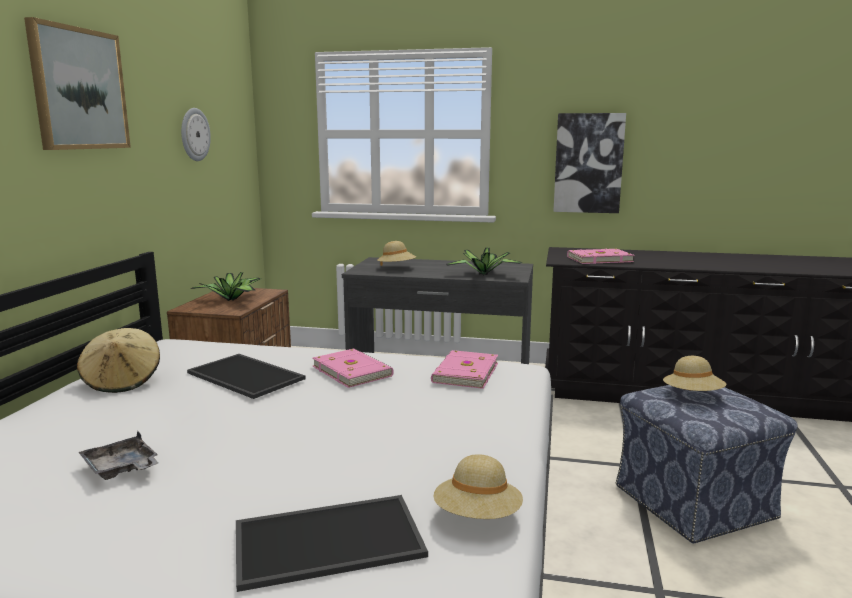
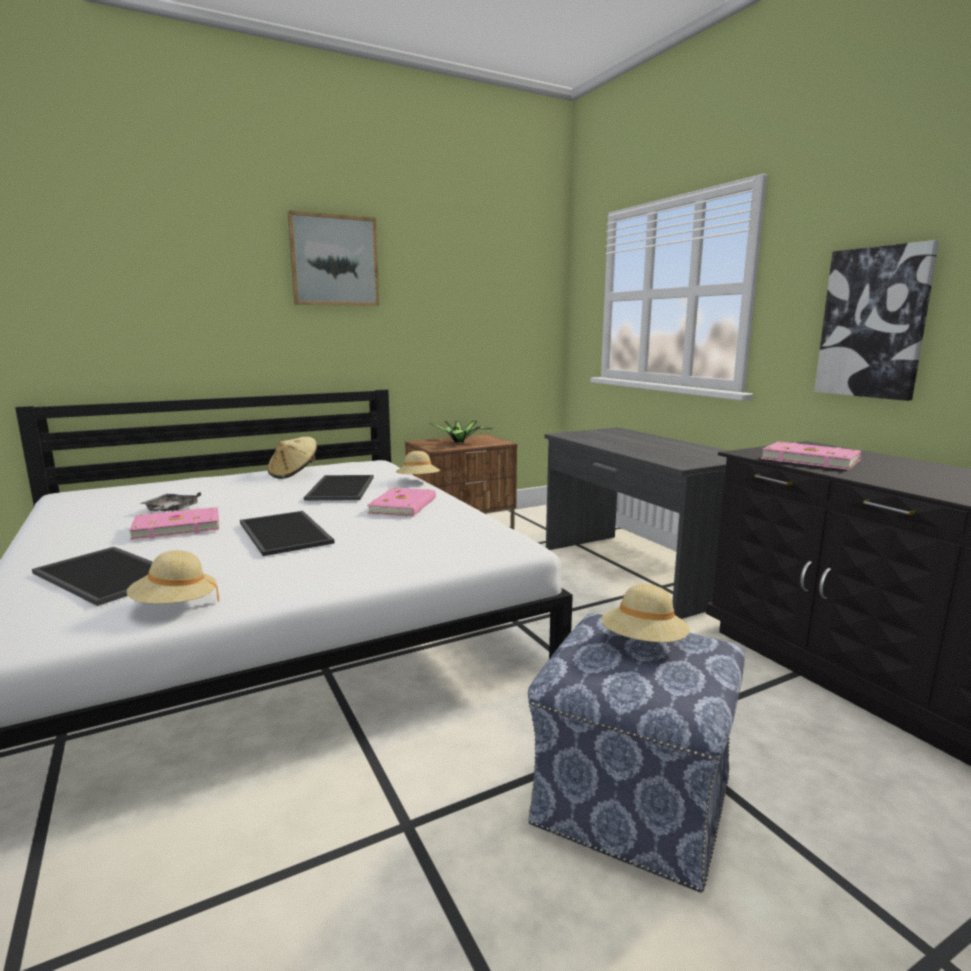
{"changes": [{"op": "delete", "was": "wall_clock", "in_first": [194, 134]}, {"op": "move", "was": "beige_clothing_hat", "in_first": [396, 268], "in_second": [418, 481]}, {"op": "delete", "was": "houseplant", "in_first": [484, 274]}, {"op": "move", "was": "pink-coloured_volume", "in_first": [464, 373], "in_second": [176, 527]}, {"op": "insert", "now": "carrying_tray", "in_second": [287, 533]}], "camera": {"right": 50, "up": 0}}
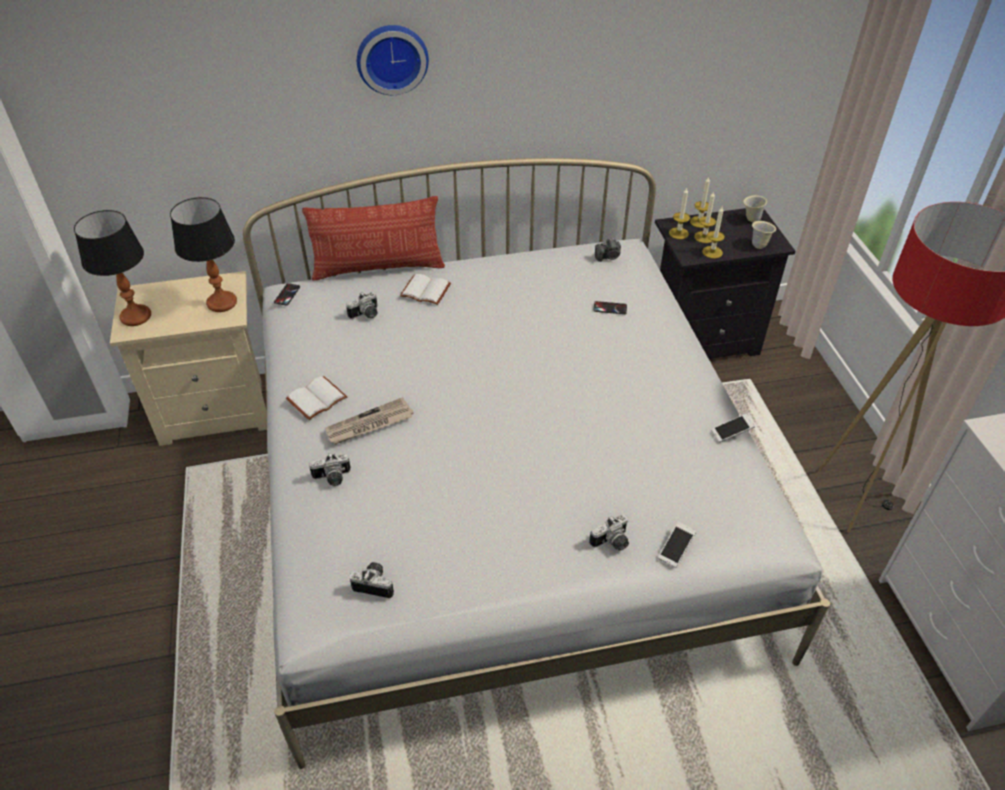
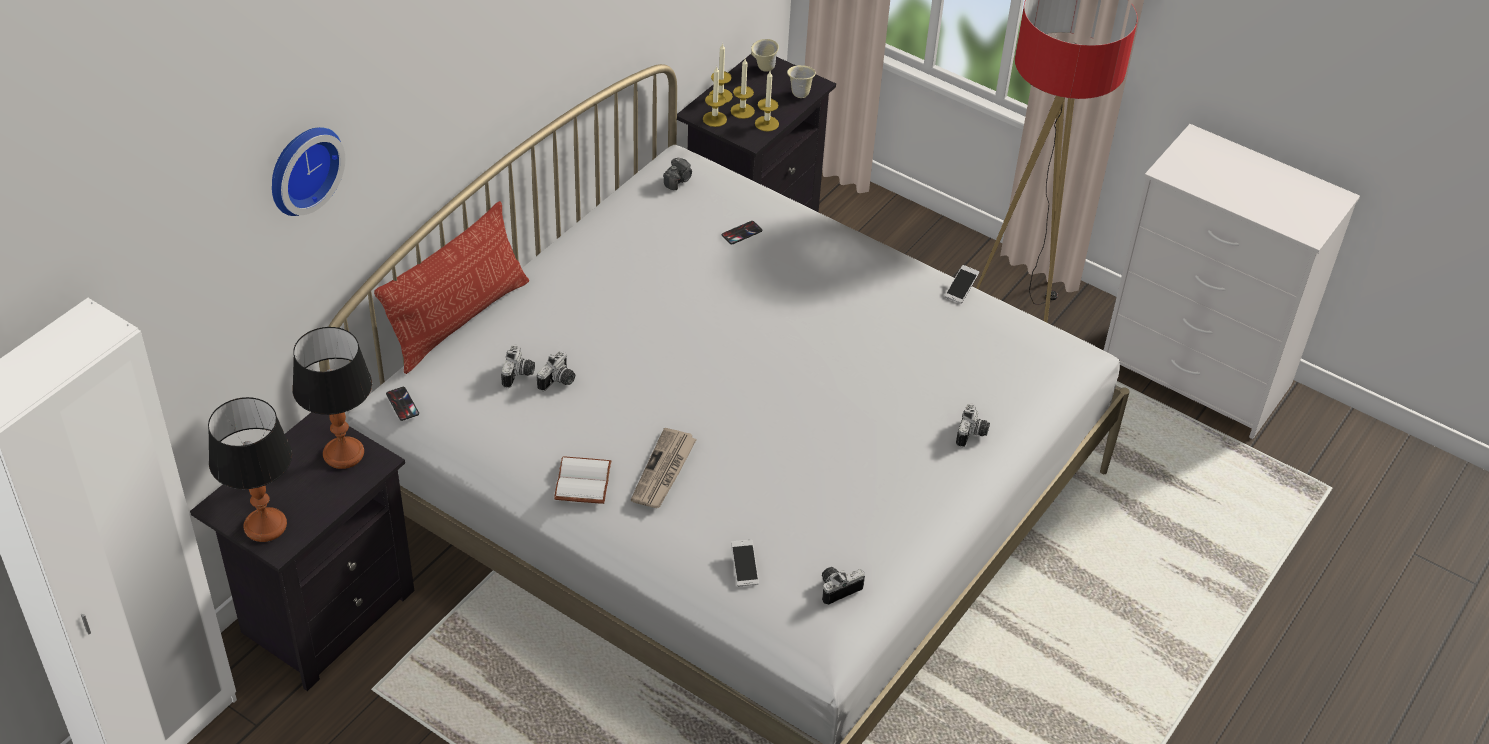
{"changes": [{"op": "move", "was": "wall_clock", "in_first": [392, 58], "in_second": [301, 168]}, {"op": "recolor", "was": "beige_bedside_table", "now": "black-coloured_bedside_table", "in_first": [217, 411], "in_second": [324, 613]}, {"op": "delete", "was": "white_volume", "in_first": [426, 290]}, {"op": "move", "was": "still_camera", "in_first": [332, 478], "in_second": [559, 381]}, {"op": "move", "was": "phone", "in_first": [676, 548], "in_second": [744, 567]}], "camera": {"right": -45, "up": 0}}
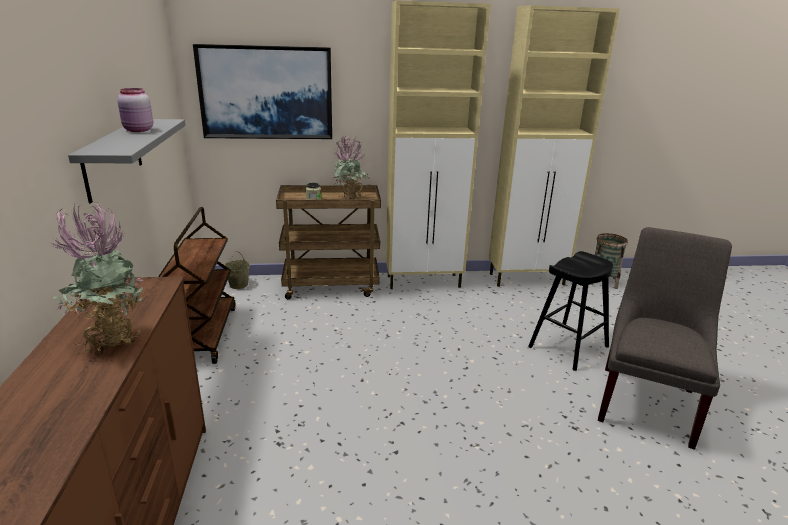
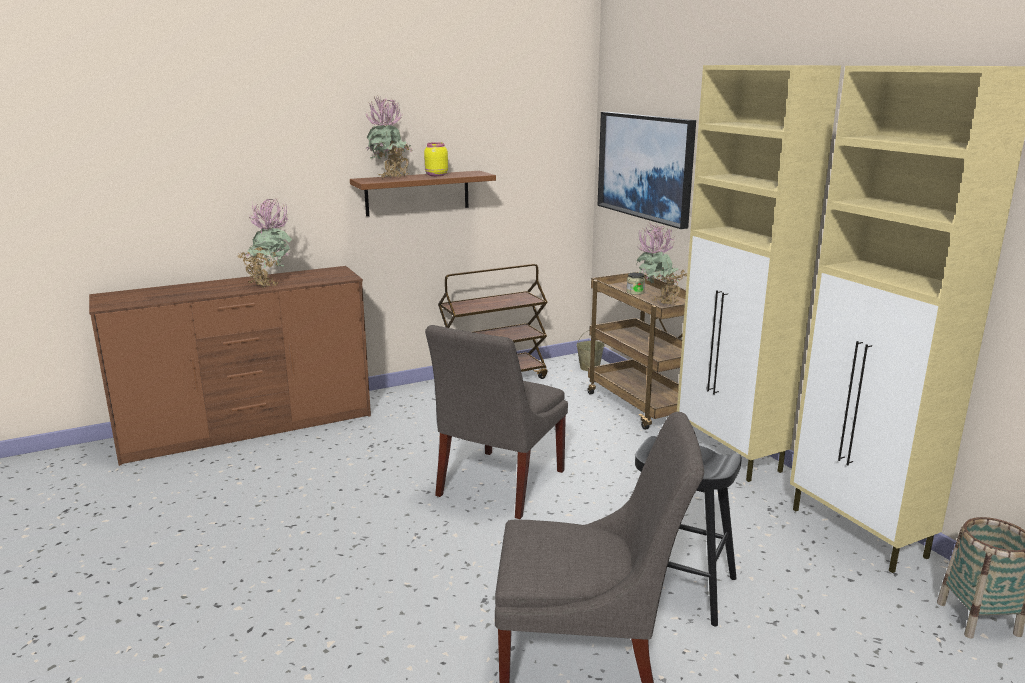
{"changes": [{"op": "recolor", "was": "pink-coloured_jar", "now": "yellow_jar", "in_first": [138, 130], "in_second": [435, 175]}, {"op": "recolor", "was": "gray_bracket_shelf", "now": "brown_bracket_shelf", "in_first": [113, 158], "in_second": [417, 193]}, {"op": "insert", "now": "houseplant", "in_second": [391, 178]}, {"op": "insert", "now": "gray_upright_chair", "in_second": [497, 485]}], "camera": {"right": 70, "up": -5}}
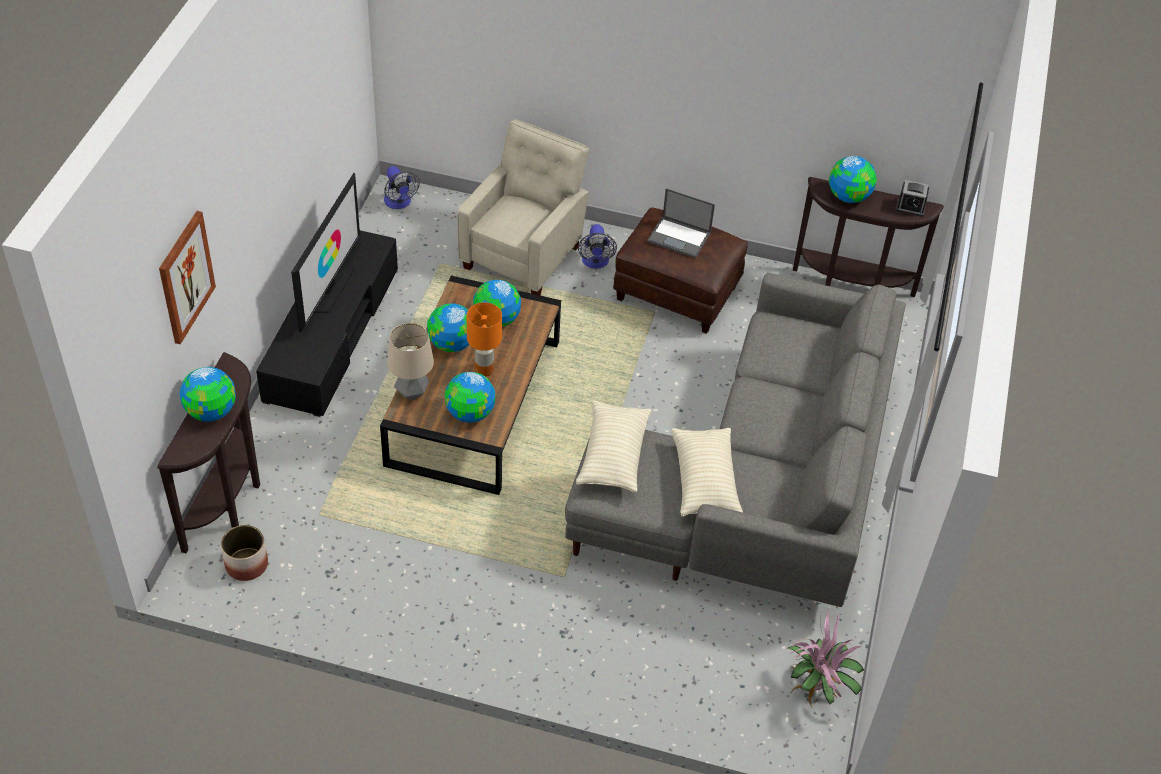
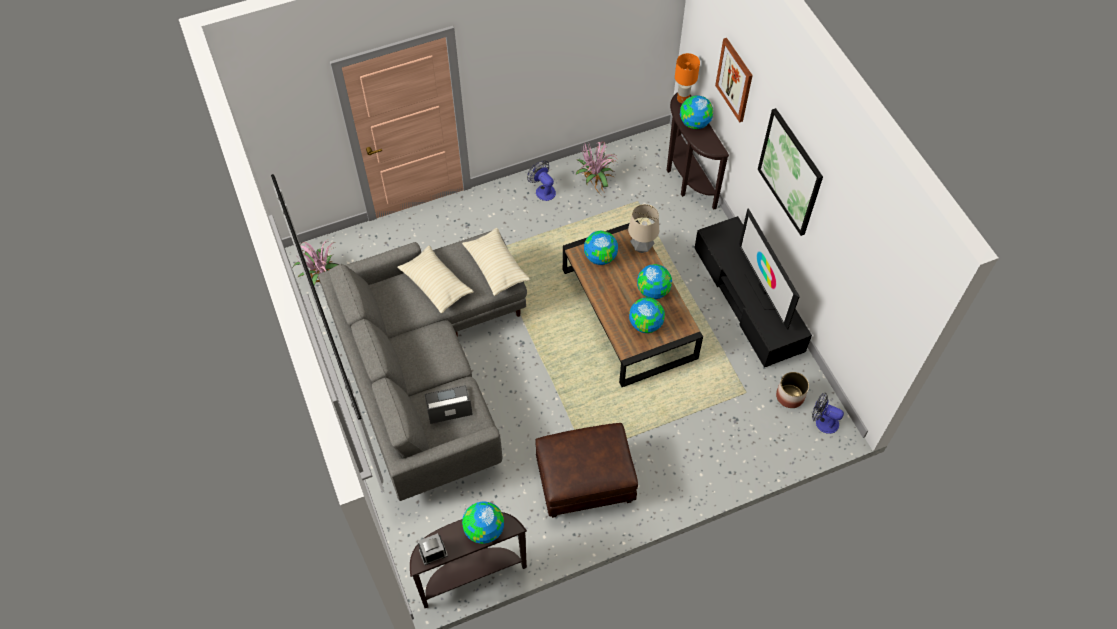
{"changes": [{"op": "delete", "was": "beige_easy_chair", "in_first": [524, 255]}, {"op": "move", "was": "notebook_computer", "in_first": [680, 237], "in_second": [447, 405]}, {"op": "move", "was": "electric_fan", "in_first": [595, 262], "in_second": [543, 190]}, {"op": "move", "was": "orangey_lamp_for_a_table", "in_first": [484, 370], "in_second": [682, 99]}, {"op": "move", "was": "flower_pot", "in_first": [247, 564], "in_second": [790, 396]}, {"op": "insert", "now": "wall_picture", "in_second": [790, 172]}, {"op": "insert", "now": "houseplant", "in_second": [595, 180]}], "camera": {"right": 145, "up": 10}}
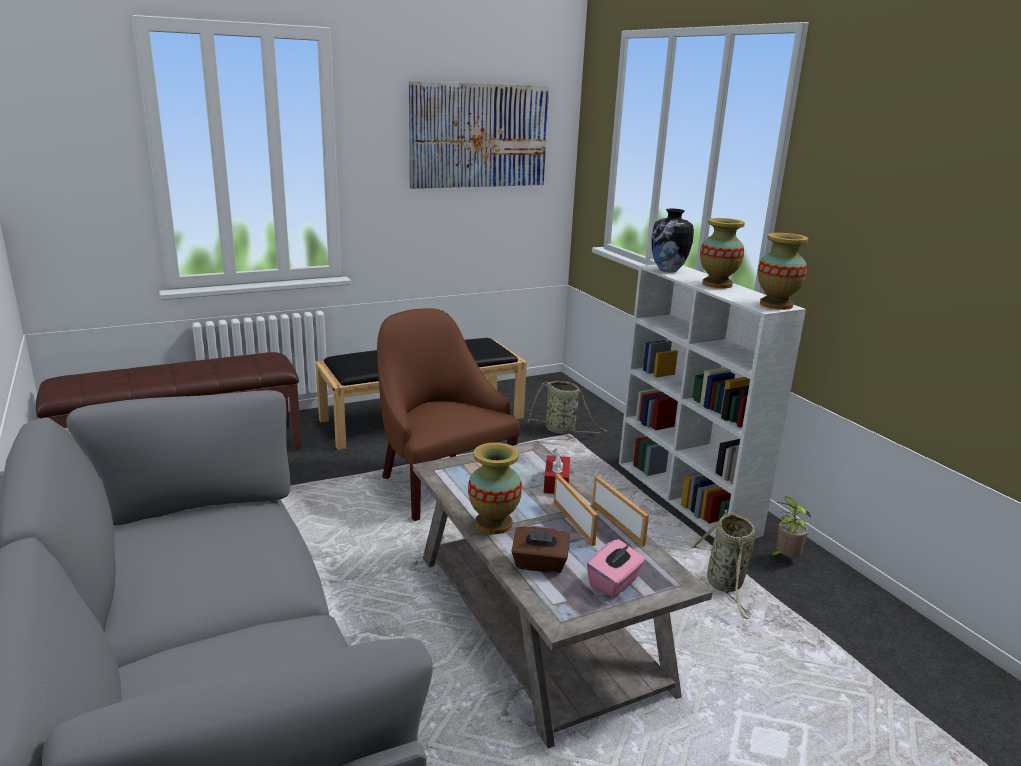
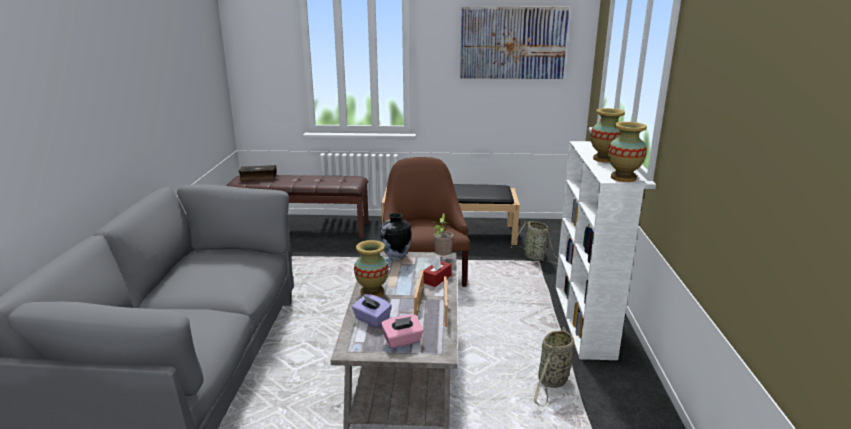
{"changes": [{"op": "move", "was": "flower_vase", "in_first": [668, 270], "in_second": [395, 257]}, {"op": "move", "was": "houseplant", "in_first": [784, 558], "in_second": [442, 258]}, {"op": "recolor", "was": "brown_tissue_box", "now": "purple-coloured_tissue_box", "in_first": [539, 564], "in_second": [371, 319]}, {"op": "insert", "now": "volume", "in_second": [258, 177]}], "camera": {"right": 30, "up": 0}}
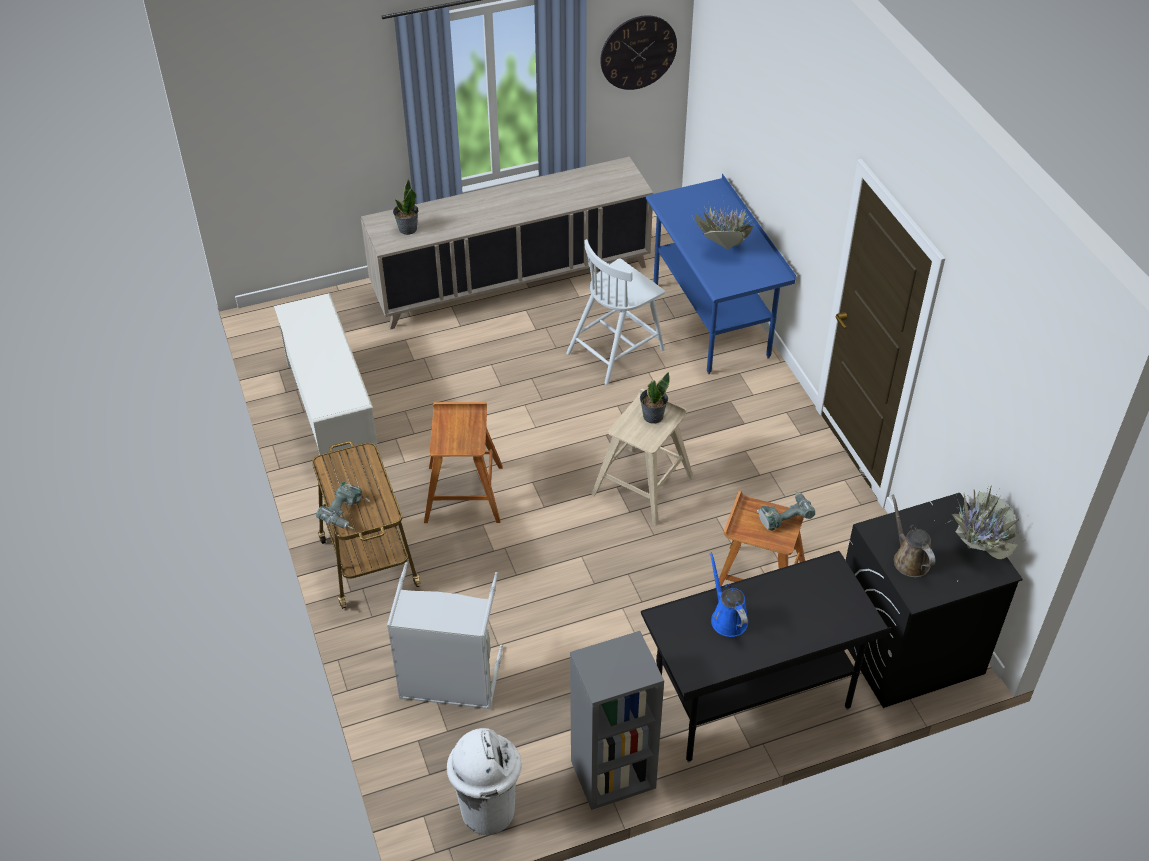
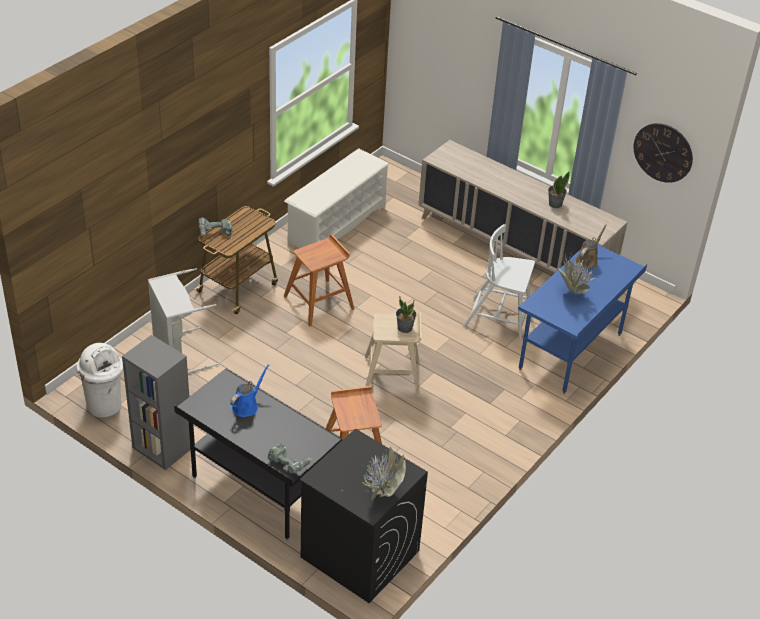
{"changes": [{"op": "move", "was": "houseplant", "in_first": [407, 229], "in_second": [555, 204]}, {"op": "move", "was": "drill", "in_first": [784, 516], "in_second": [290, 463]}, {"op": "move", "was": "brown_sprinkling_can", "in_first": [909, 559], "in_second": [587, 260]}], "camera": {"right": 55, "up": -5}}
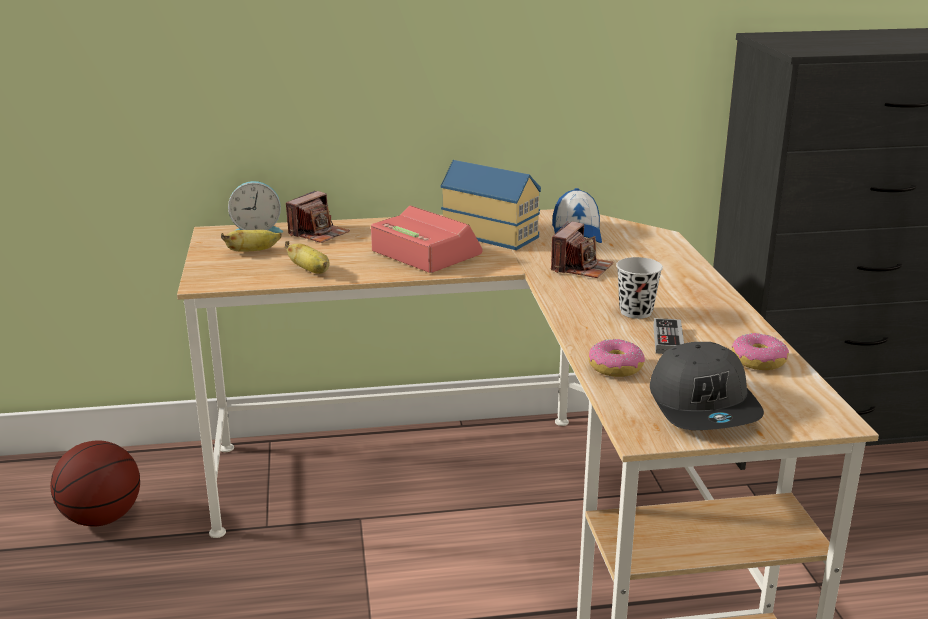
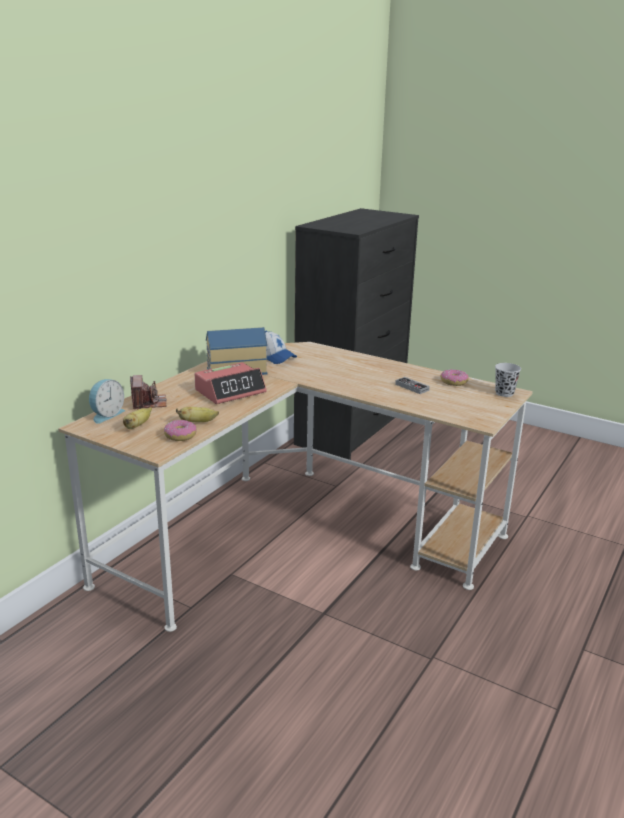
{"changes": [{"op": "rotate", "was": "bedside_clock", "in_first": [425, 253], "in_second": [230, 391], "clockwise": 150}, {"op": "delete", "was": "still_camera", "in_first": [581, 268]}, {"op": "move", "was": "black-coloured_drinking_cup", "in_first": [636, 312], "in_second": [504, 393]}, {"op": "move", "was": "ring_doughnut", "in_first": [616, 367], "in_second": [180, 436]}, {"op": "delete", "was": "gray_cap", "in_first": [704, 406]}, {"op": "delete", "was": "basketball", "in_first": [102, 518]}], "camera": {"right": -50, "up": 0}}
